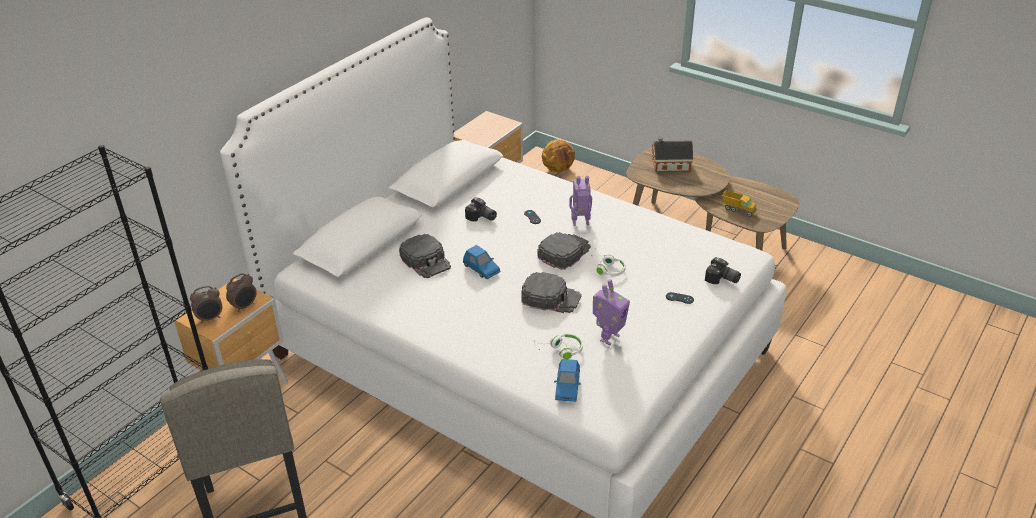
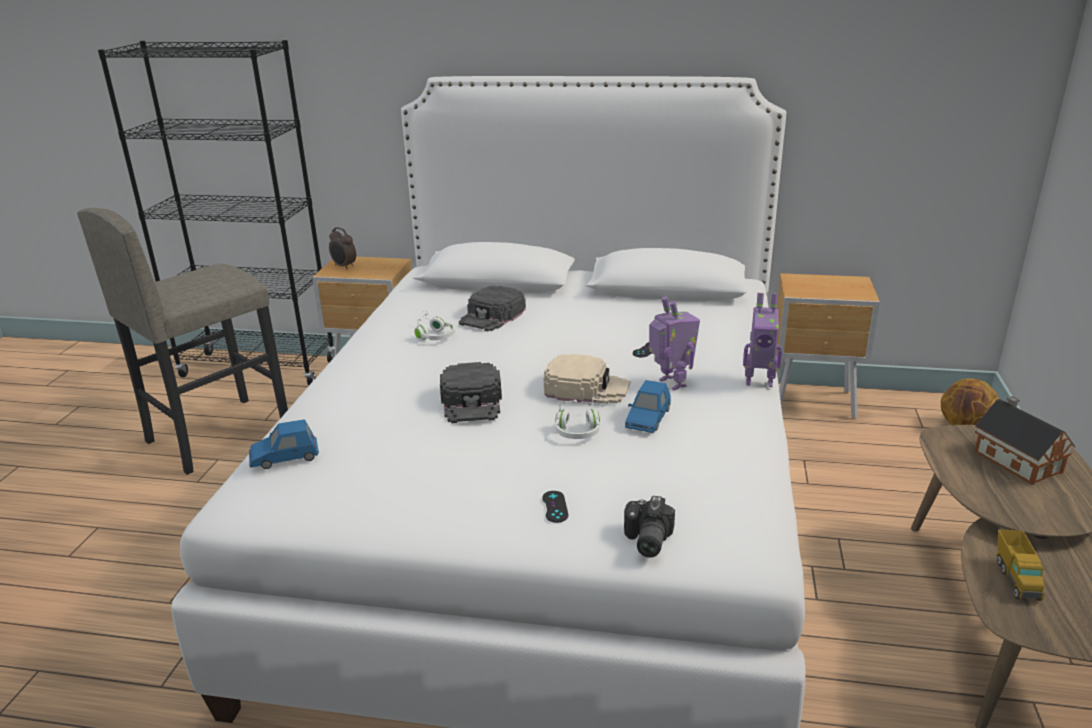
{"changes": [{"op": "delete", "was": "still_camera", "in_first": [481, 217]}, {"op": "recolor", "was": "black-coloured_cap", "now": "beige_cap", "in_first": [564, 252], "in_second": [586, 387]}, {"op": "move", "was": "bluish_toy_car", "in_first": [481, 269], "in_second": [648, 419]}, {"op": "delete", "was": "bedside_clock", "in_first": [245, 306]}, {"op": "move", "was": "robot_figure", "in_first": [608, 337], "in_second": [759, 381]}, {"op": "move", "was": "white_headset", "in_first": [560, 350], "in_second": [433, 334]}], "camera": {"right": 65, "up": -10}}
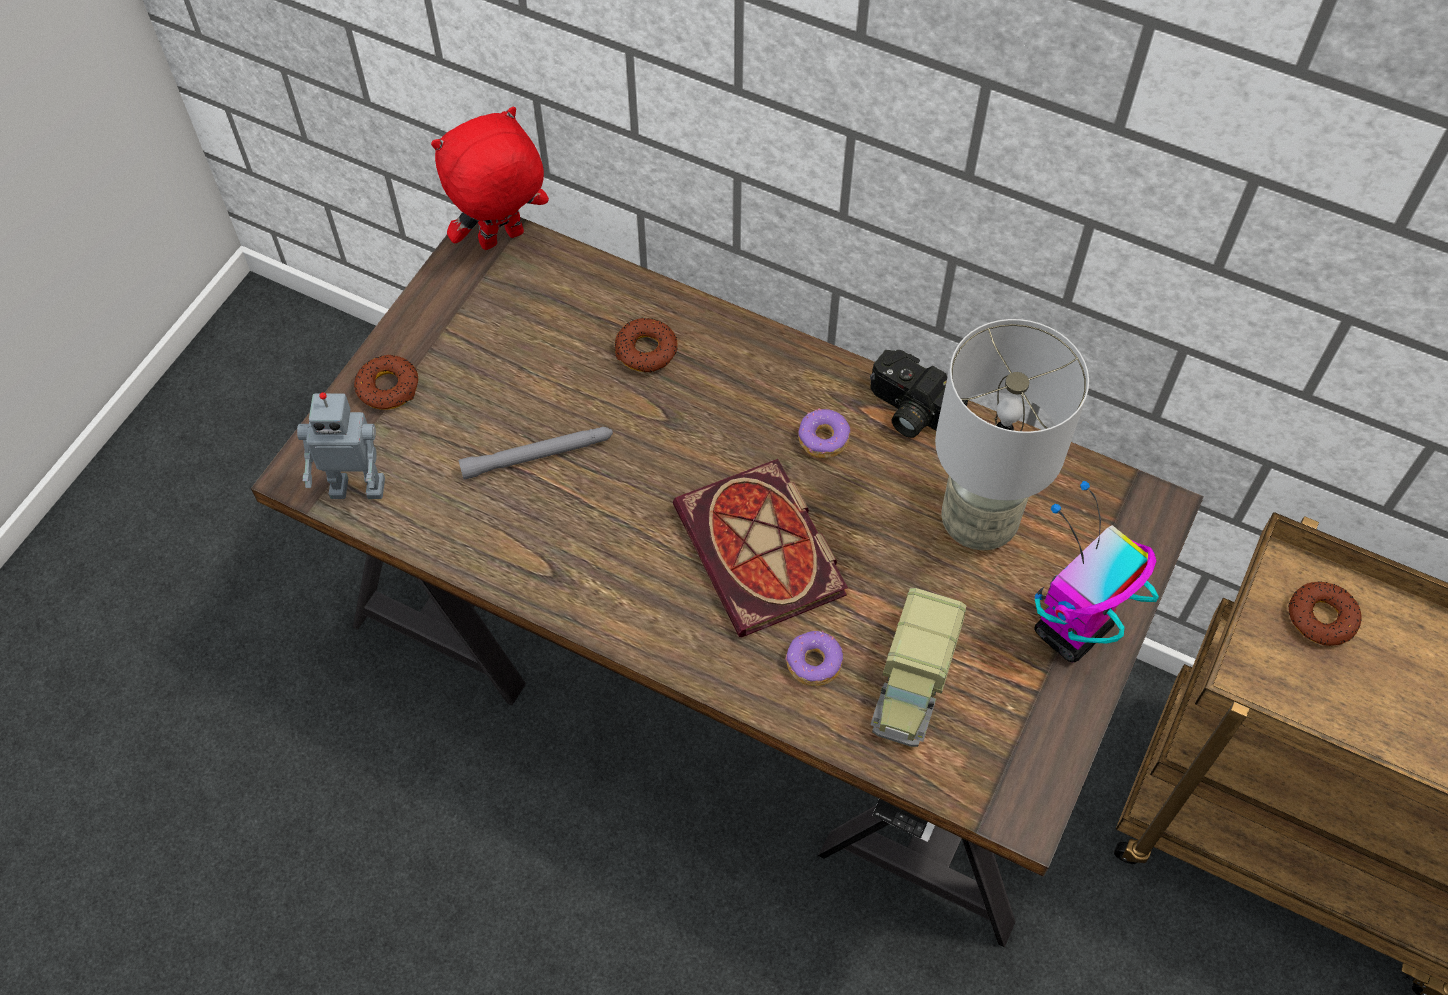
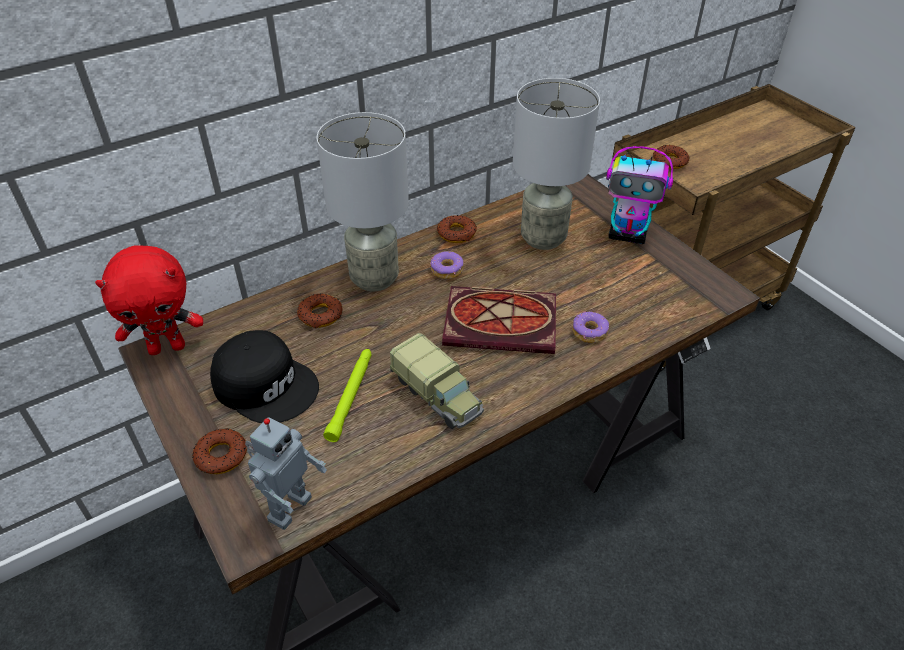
{"changes": [{"op": "rotate", "was": "red_plush_toy", "in_first": [502, 240], "in_second": [167, 347], "clockwise": -105}, {"op": "replace", "was": "still_camera", "now": "ring_doughnut", "in_first": [909, 412], "in_second": [457, 233]}, {"op": "recolor", "was": "gray_hand_torch", "now": "greenish_hand_torch", "in_first": [538, 456], "in_second": [351, 396]}, {"op": "rotate", "was": "robot_figure", "in_first": [1071, 631], "in_second": [628, 235], "clockwise": -60}, {"op": "move", "was": "toy_lorry", "in_first": [913, 680], "in_second": [437, 395]}, {"op": "insert", "now": "gray_lamp_for_a_table", "in_second": [375, 278]}, {"op": "insert", "now": "black-coloured_cap", "in_second": [266, 384]}], "camera": {"right": -60, "up": -15}}
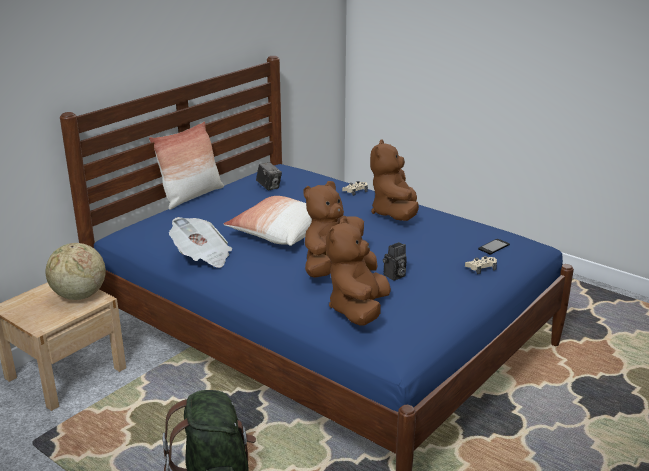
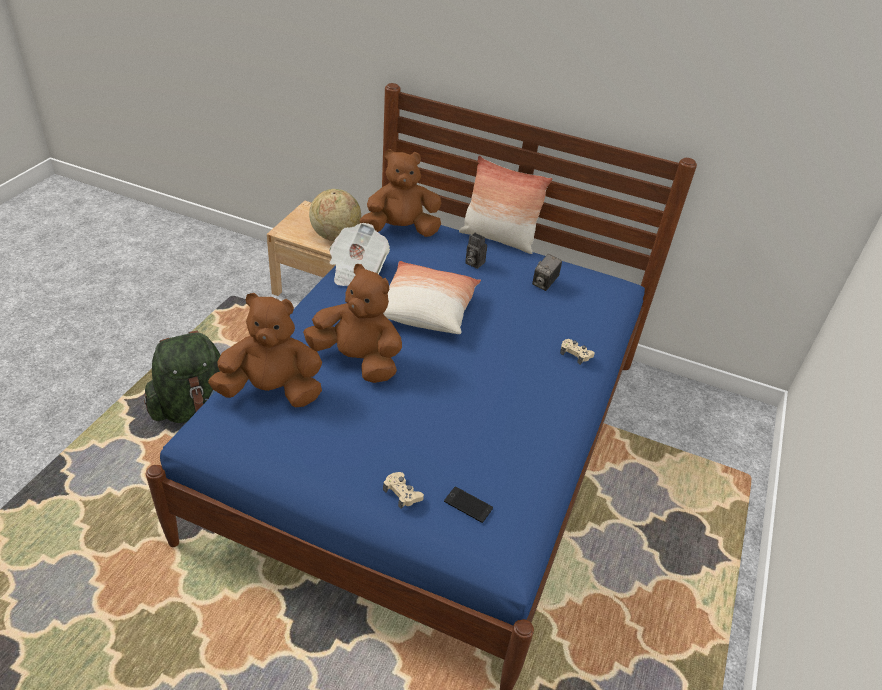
{"changes": [{"op": "move", "was": "brown_plush_toy", "in_first": [394, 214], "in_second": [401, 230]}, {"op": "move", "was": "still_camera", "in_first": [394, 276], "in_second": [473, 263]}], "camera": {"right": 70, "up": 15}}
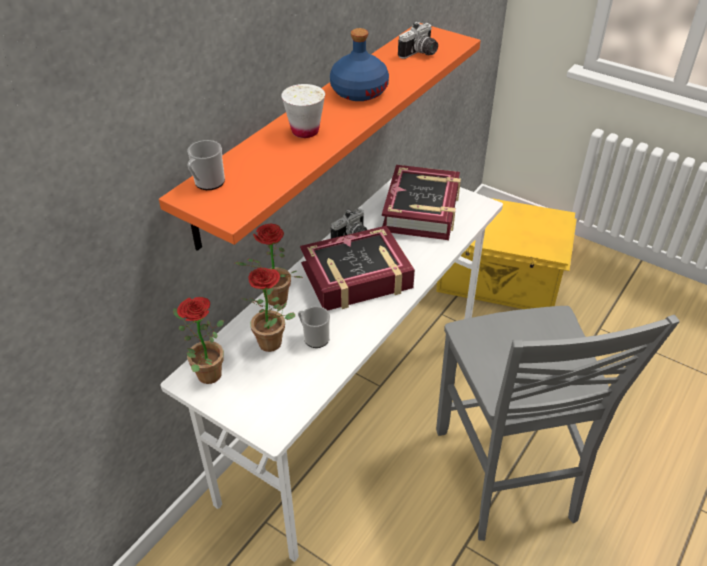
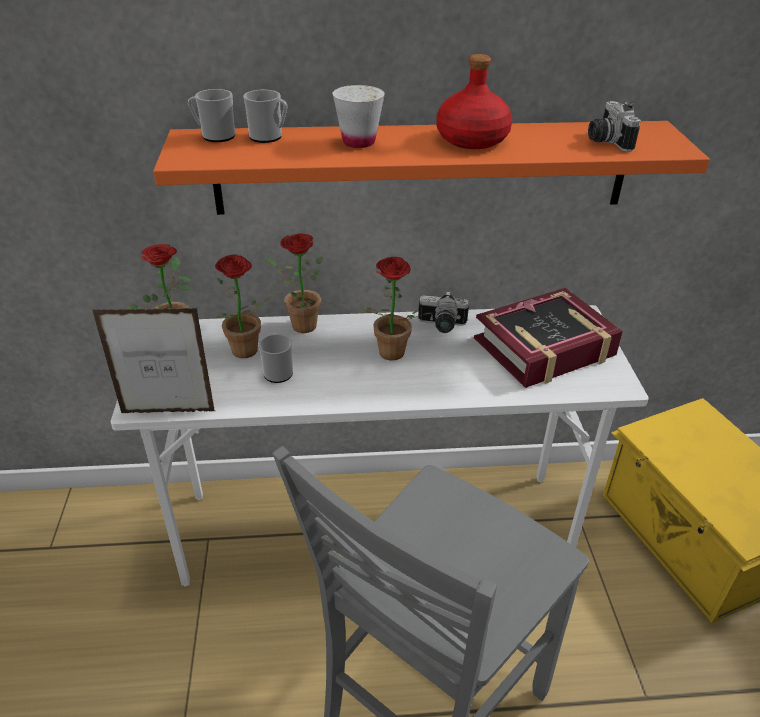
{"changes": [{"op": "rotate", "was": "still_camera", "in_first": [420, 53], "in_second": [605, 141], "clockwise": 75}, {"op": "recolor", "was": "bluish_bottle", "now": "red_bottle", "in_first": [358, 91], "in_second": [472, 139]}, {"op": "replace", "was": "volume", "now": "houseplant", "in_first": [356, 277], "in_second": [389, 356]}, {"op": "insert", "now": "mug", "in_second": [269, 137]}, {"op": "insert", "now": "photo_frame", "in_second": [168, 412]}], "camera": {"right": 50, "up": -5}}
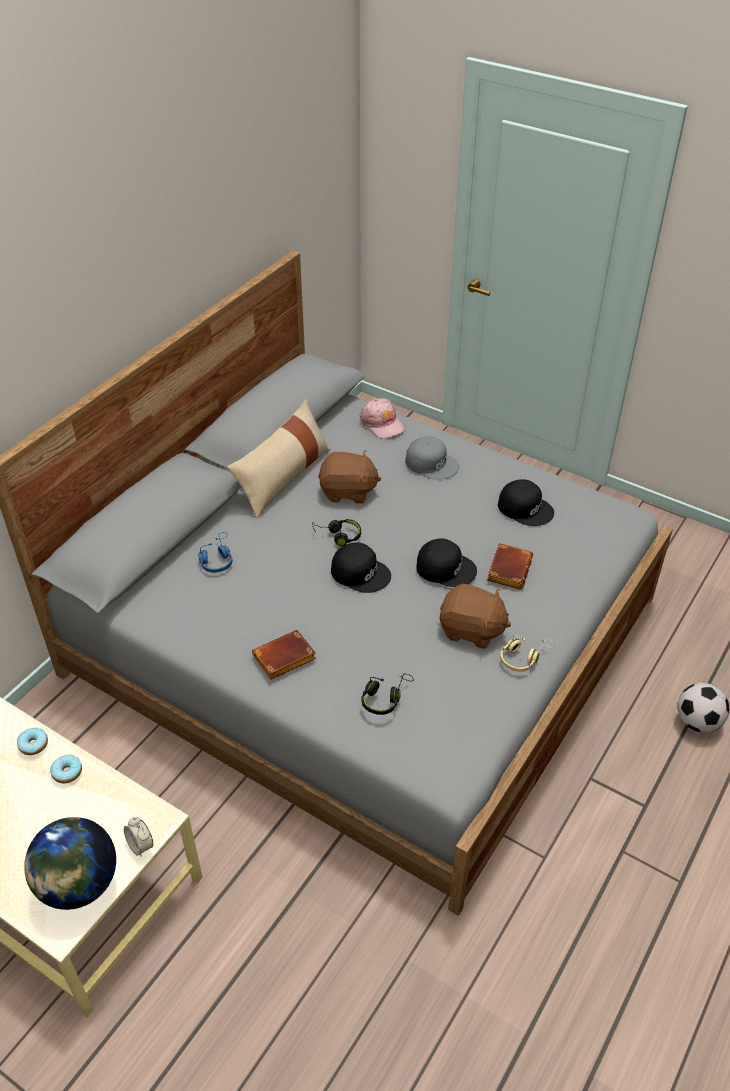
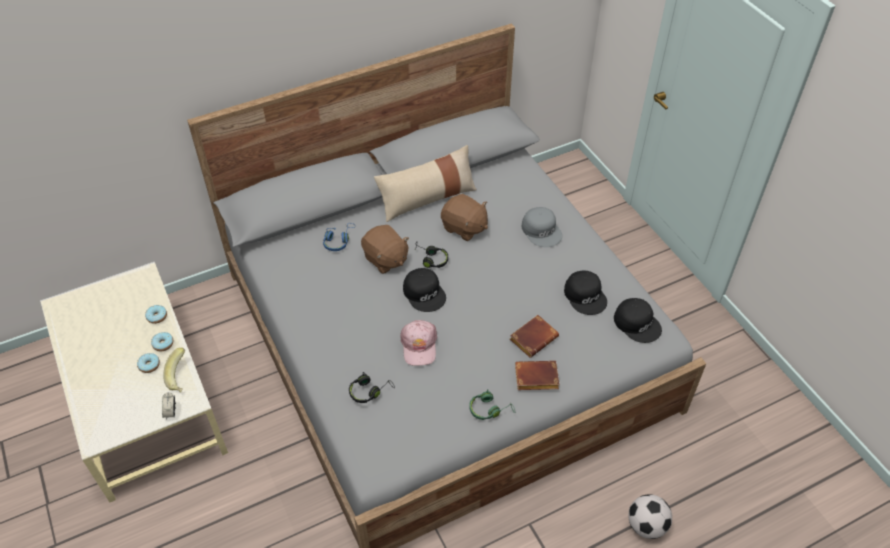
{"changes": [{"op": "move", "was": "pink-coloured_cap", "in_first": [382, 423], "in_second": [419, 345]}, {"op": "move", "was": "black-coloured_cap", "in_first": [445, 568], "in_second": [637, 323]}, {"op": "move", "was": "brown_plush_toy", "in_first": [471, 630], "in_second": [385, 259]}, {"op": "move", "was": "brown_volume", "in_first": [283, 660], "in_second": [535, 379]}, {"op": "recolor", "was": "beige_headset", "now": "greenish_headset", "in_first": [523, 657], "in_second": [490, 409]}, {"op": "delete", "was": "world_globe", "in_first": [78, 884]}, {"op": "insert", "now": "banana", "in_second": [181, 377]}, {"op": "insert", "now": "ring_doughnut", "in_second": [149, 365]}], "camera": {"right": 30, "up": 5}}
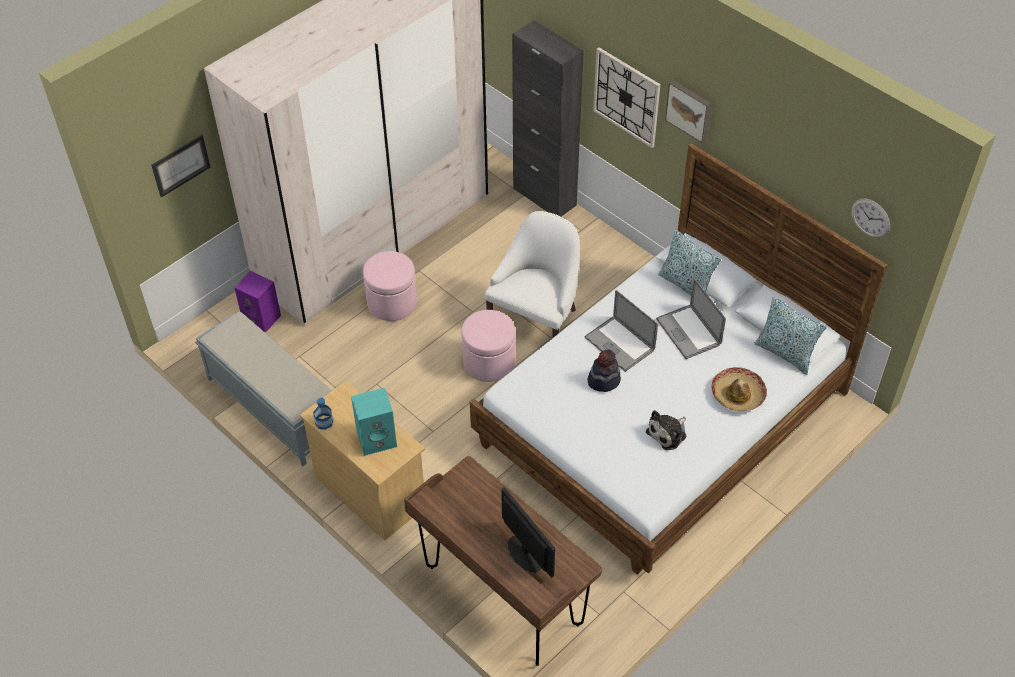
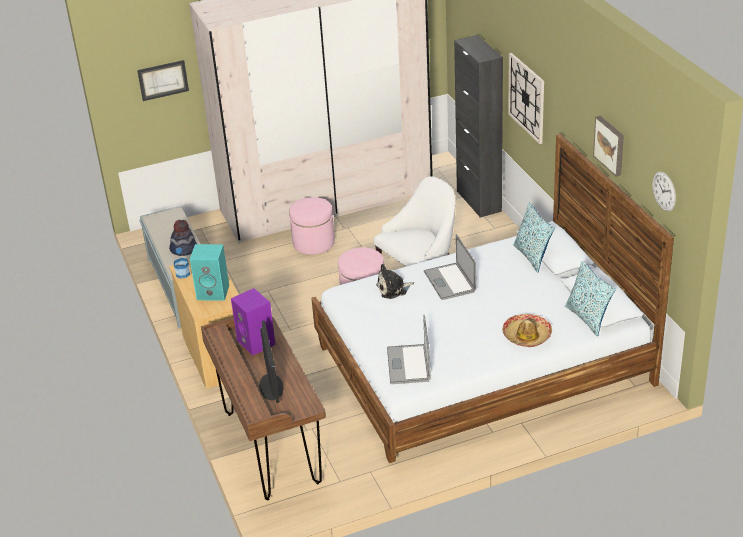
{"changes": [{"op": "move", "was": "wall_picture", "in_first": [689, 110], "in_second": [610, 145]}, {"op": "move", "was": "purple-coloured_audio_speaker", "in_first": [263, 318], "in_second": [257, 342]}, {"op": "move", "was": "notebook_computer", "in_first": [688, 332], "in_second": [408, 364]}, {"op": "move", "was": "clothing_hat", "in_first": [603, 380], "in_second": [183, 249]}, {"op": "move", "was": "plush_toy", "in_first": [668, 433], "in_second": [393, 289]}], "camera": {"right": 25, "up": -15}}
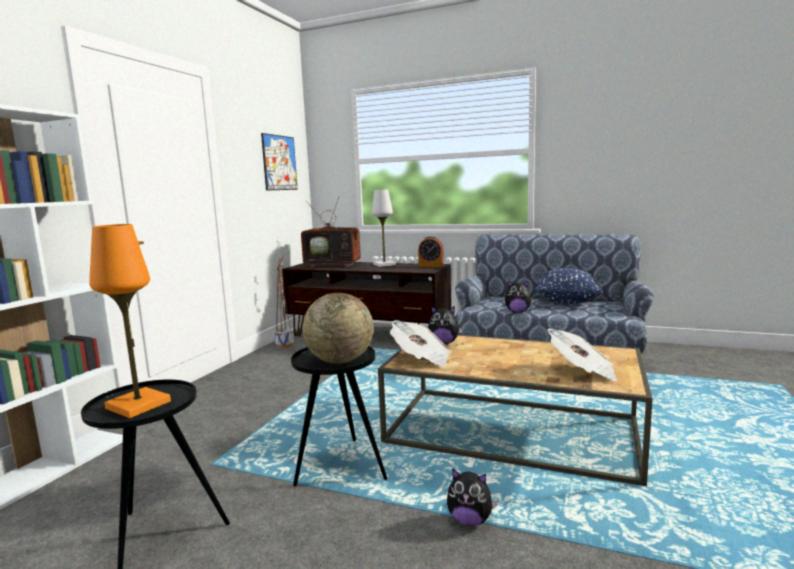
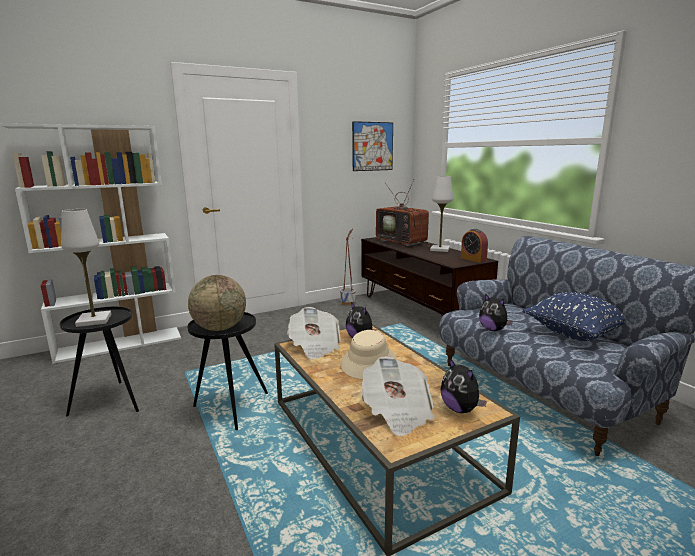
{"changes": [{"op": "recolor", "was": "orangey_lamp_for_a_table", "now": "white_lamp_for_a_table", "in_first": [138, 405], "in_second": [94, 320]}, {"op": "move", "was": "plush_toy", "in_first": [470, 520], "in_second": [460, 409]}, {"op": "insert", "now": "beige_clothing_hat", "in_second": [368, 362]}], "camera": {"right": 40, "up": 5}}
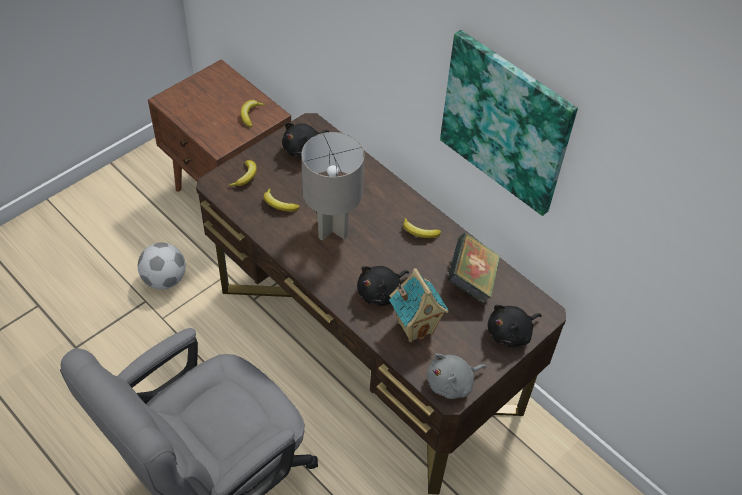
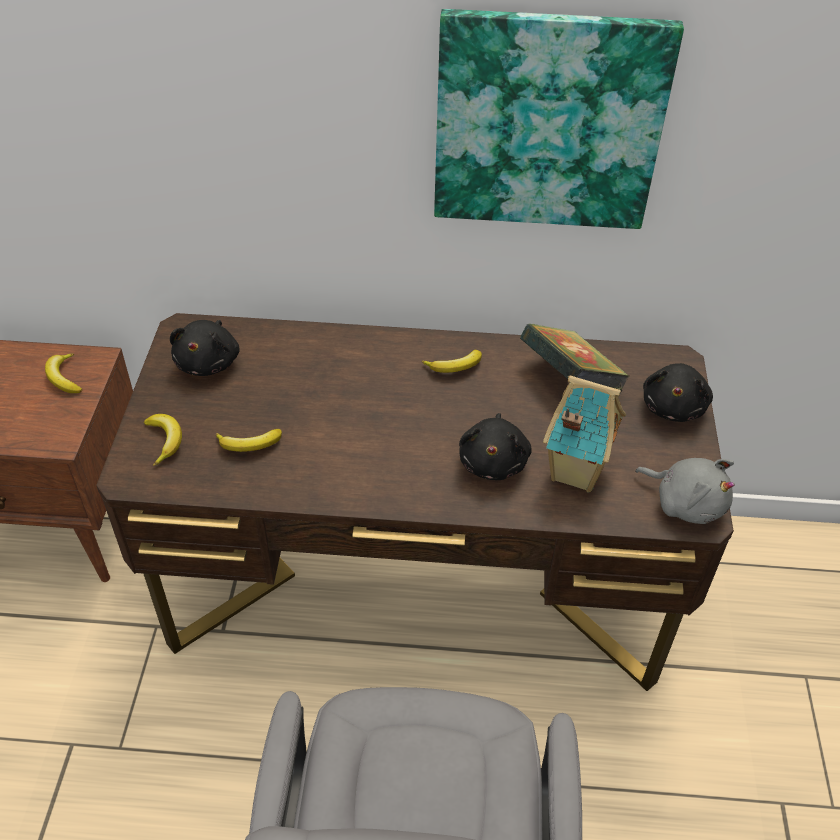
{"changes": [{"op": "delete", "was": "gray_lamp_for_a_table", "in_first": [333, 228]}, {"op": "delete", "was": "football", "in_first": [165, 279]}, {"op": "rotate", "was": "gray_plush_toy", "in_first": [452, 383], "in_second": [686, 502], "clockwise": -75}], "camera": {"right": -40, "up": -5}}
